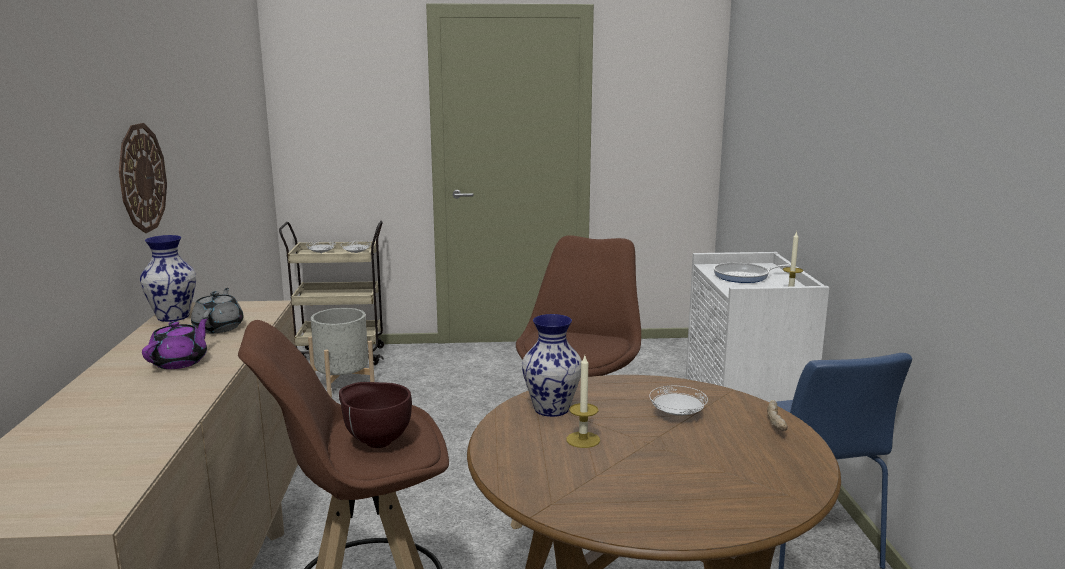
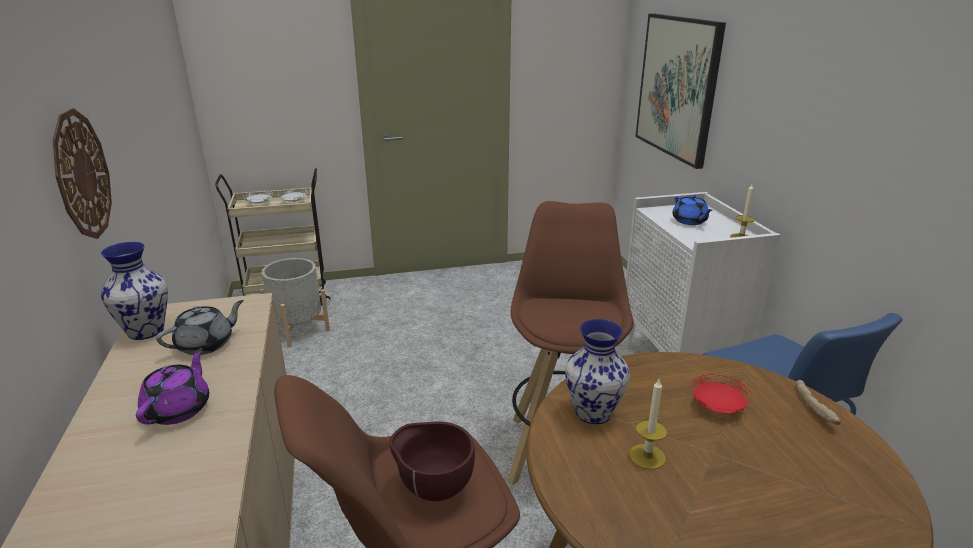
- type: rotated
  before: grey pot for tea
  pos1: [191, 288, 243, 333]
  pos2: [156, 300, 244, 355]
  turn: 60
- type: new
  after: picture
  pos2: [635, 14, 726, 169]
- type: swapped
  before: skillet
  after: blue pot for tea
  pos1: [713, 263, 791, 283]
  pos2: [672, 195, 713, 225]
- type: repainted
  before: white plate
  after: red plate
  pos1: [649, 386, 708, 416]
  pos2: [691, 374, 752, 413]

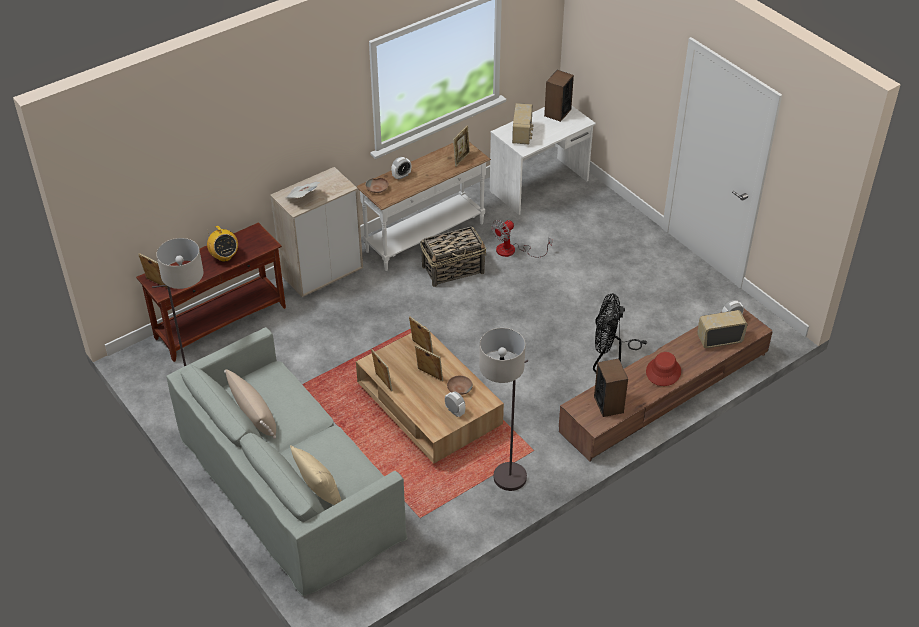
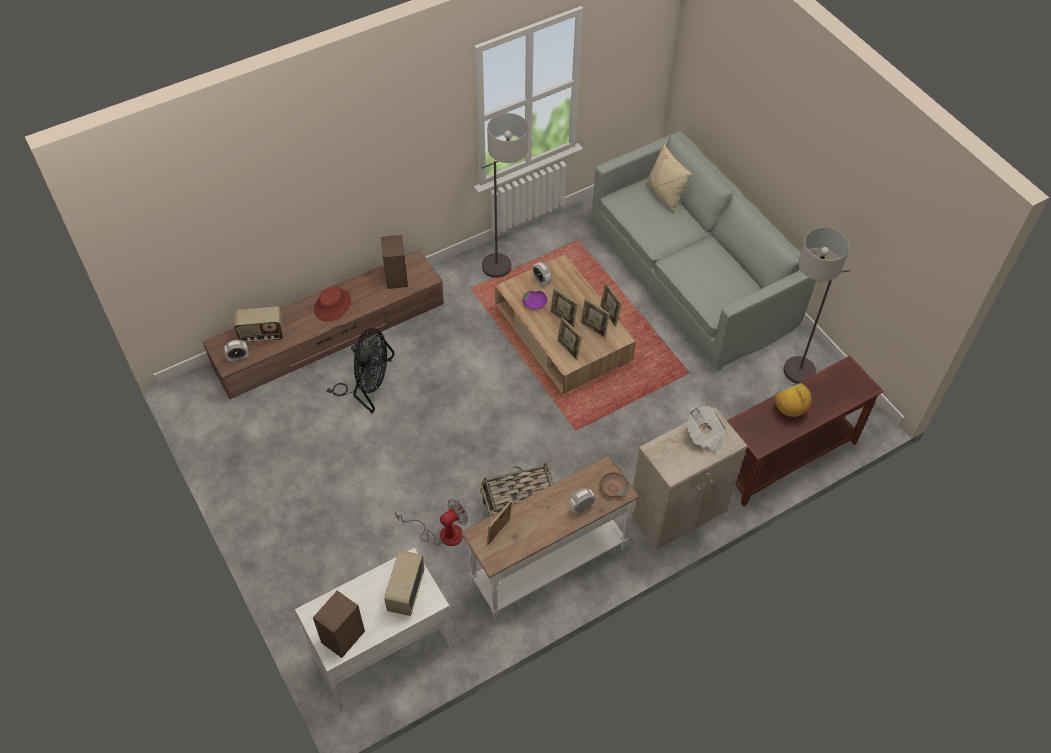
- type: repainted
  before: brownish deep dish
  after: purplish deep dish
  pos1: [447, 376, 473, 395]
  pos2: [522, 291, 547, 310]
- type: shifted
  before: picture frame
  pos1: [138, 253, 168, 289]
  pos2: [580, 298, 610, 338]
- type: gone
  before: beige-coloured pillow
  pos1: [224, 369, 276, 439]

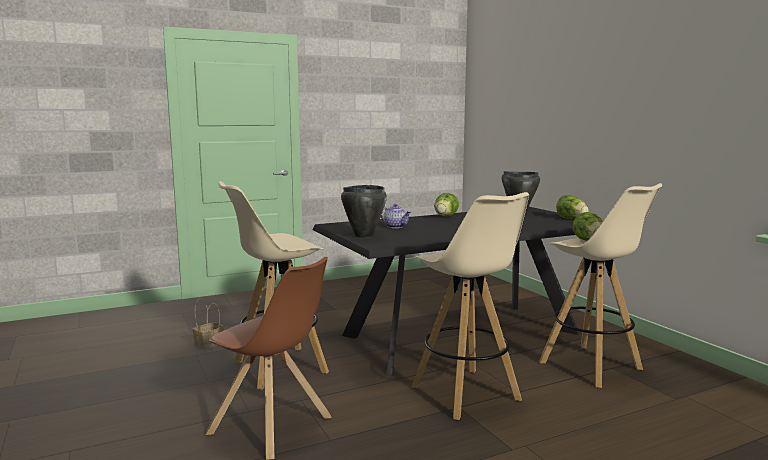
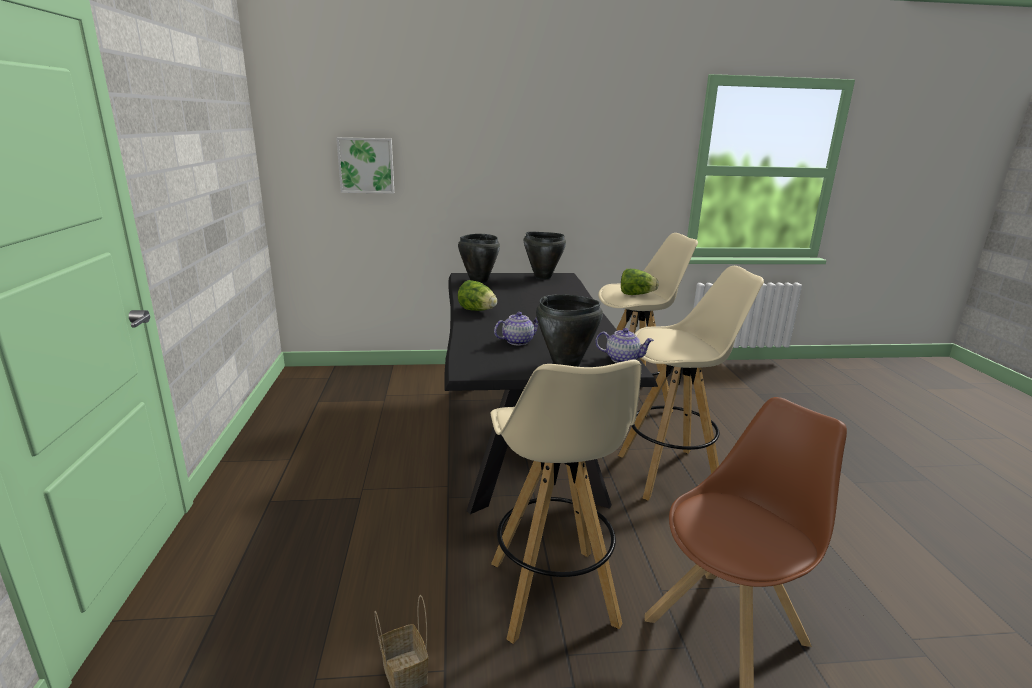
- type: new
  after: picture
  pos2: [336, 137, 394, 194]
- type: swapped
  before: head of lettuce
  after: black-coloured cooking pot
  pos1: [556, 195, 589, 219]
  pos2: [524, 232, 566, 280]
- type: new
  after: pot for tea
  pos2: [596, 328, 654, 363]

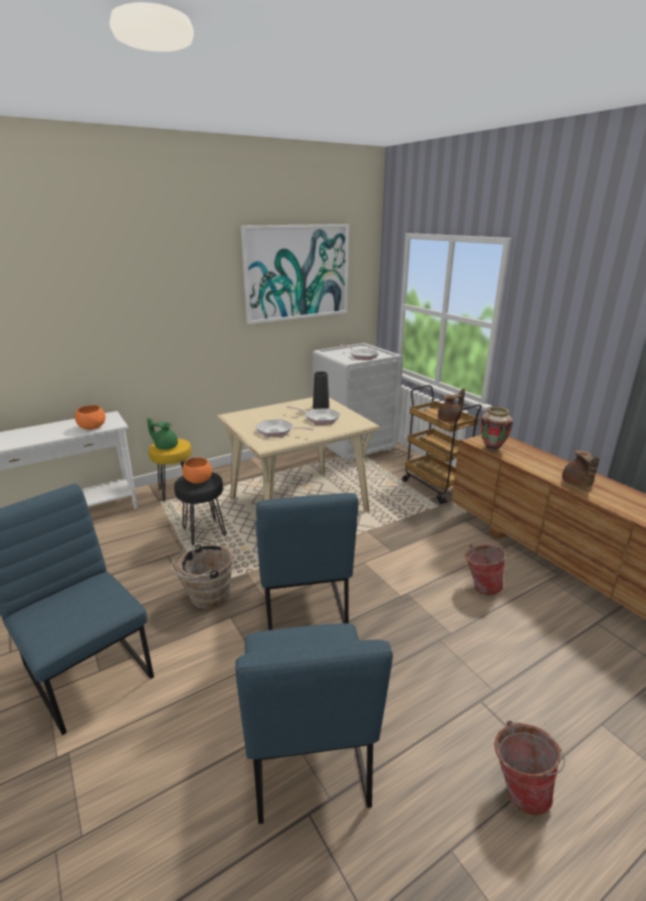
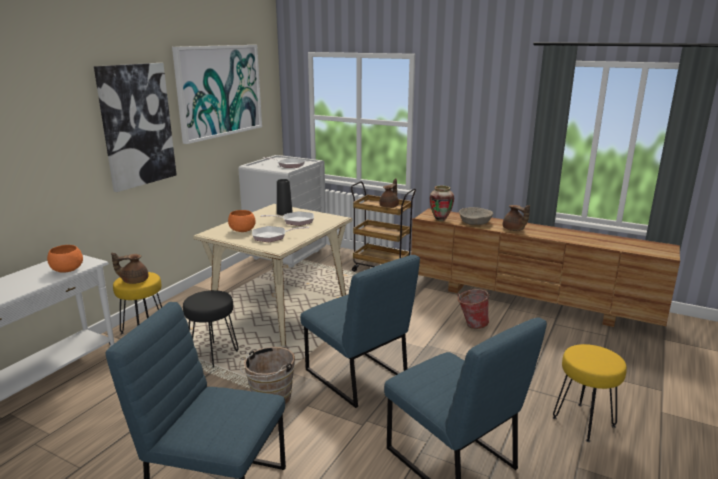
- type: new
  after: picture
  pos2: [94, 63, 177, 192]
- type: repainted
  before: green pot for tea
  after: brownish pot for tea
  pos1: [147, 418, 178, 450]
  pos2: [111, 252, 148, 284]
- type: shifted
  before: orangey deep dish
  pos1: [182, 457, 212, 484]
  pos2: [228, 210, 256, 232]
- type: new
  after: beige-coloured deep dish
  pos2: [459, 207, 493, 225]
- type: swapped
  before: pail
  after: yellow stool seat
  pos1: [494, 721, 565, 816]
  pos2: [553, 344, 627, 442]

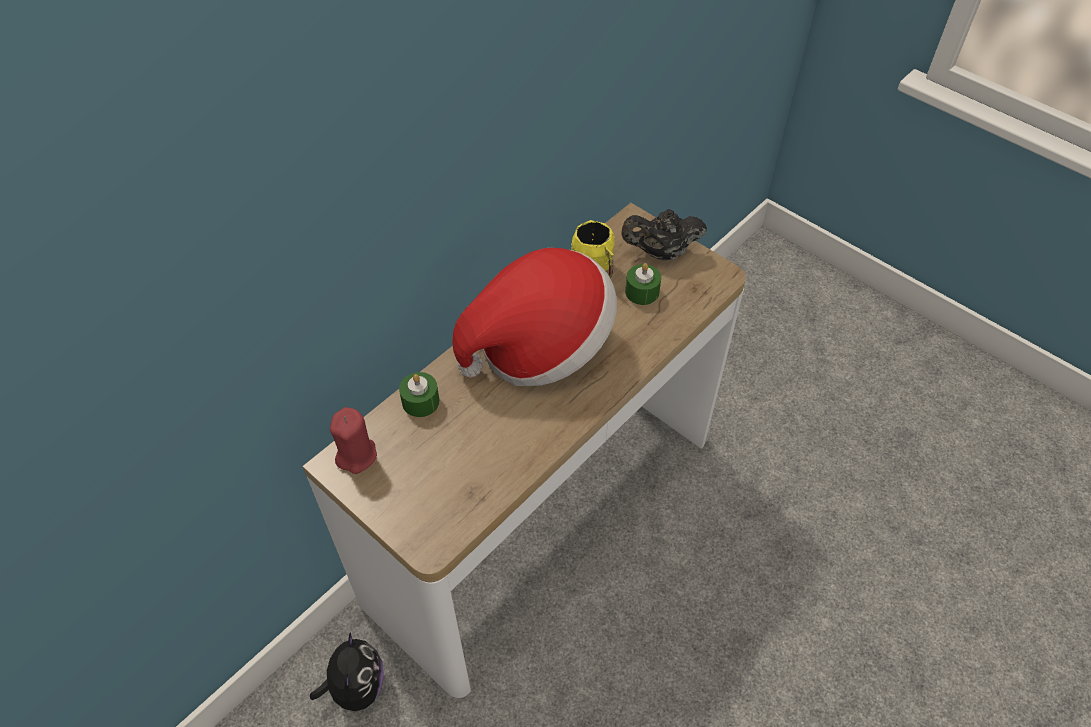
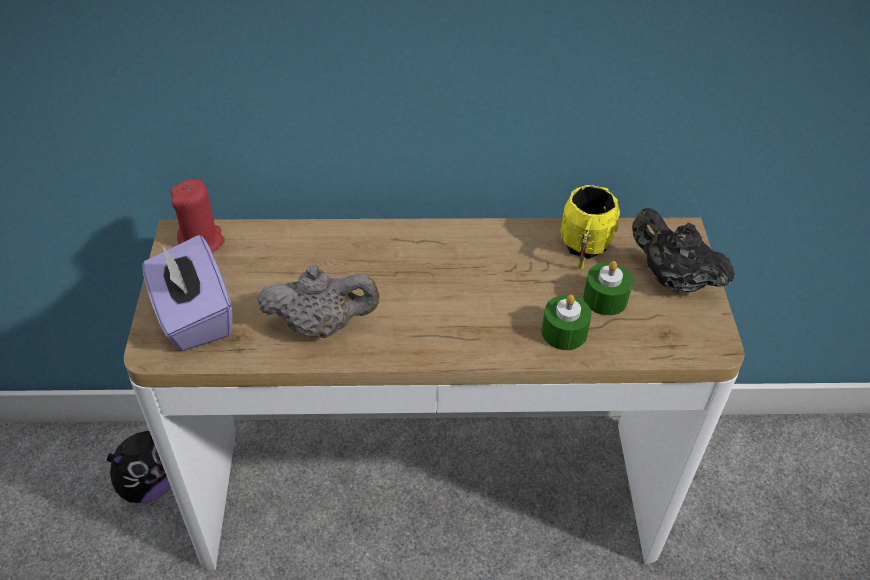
- type: new
  after: purplish tissue box
  pos2: [142, 235, 233, 351]
- type: new
  after: grey pot for tea
  pos2: [257, 265, 380, 338]
- type: shifted
  before: green wax candle
  pos1: [399, 372, 440, 417]
  pos2: [541, 295, 592, 350]
- type: gone
  before: hat
  pos1: [452, 248, 617, 386]

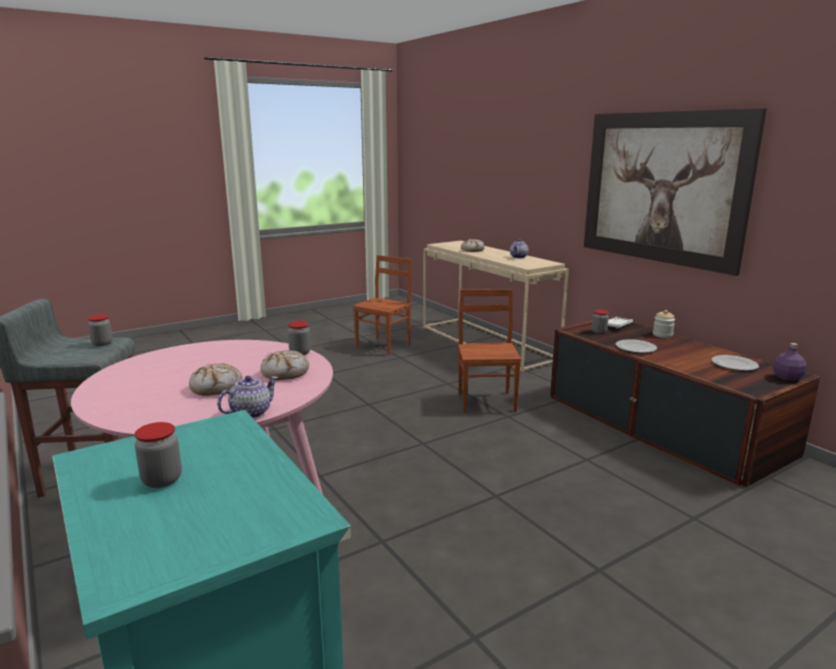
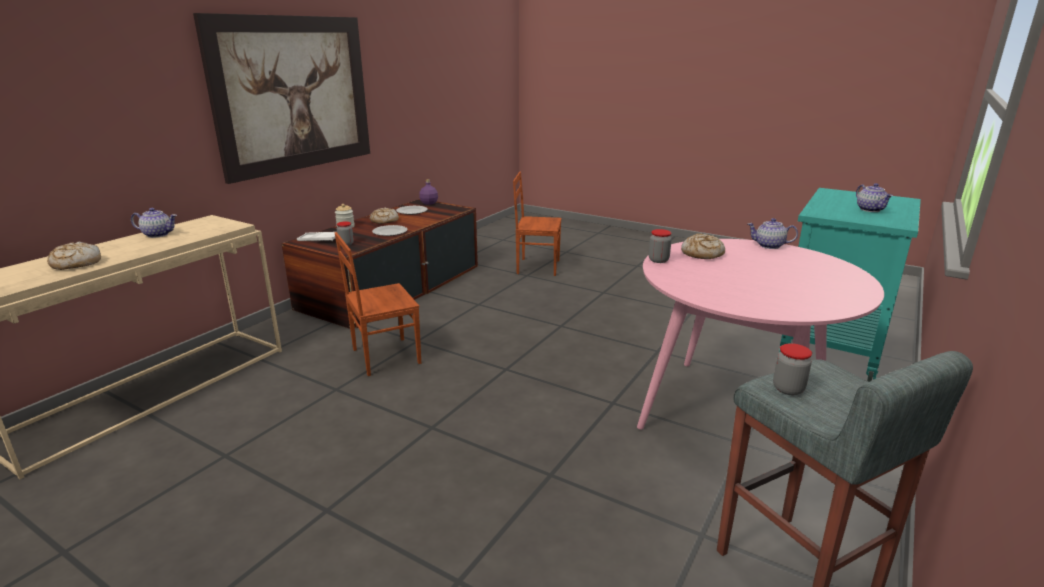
- type: shifted
  before: bread
  pos1: [189, 363, 243, 396]
  pos2: [370, 207, 399, 224]
- type: shifted
  before: brownish plain chair
  pos1: [353, 255, 411, 355]
  pos2: [513, 171, 562, 276]
- type: swapped
  before: jar
  after: pot for tea
  pos1: [134, 422, 182, 488]
  pos2: [856, 183, 893, 212]

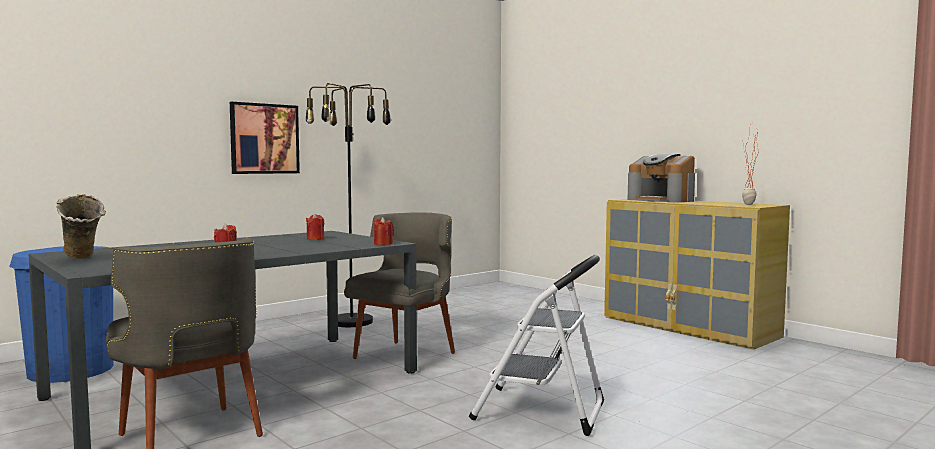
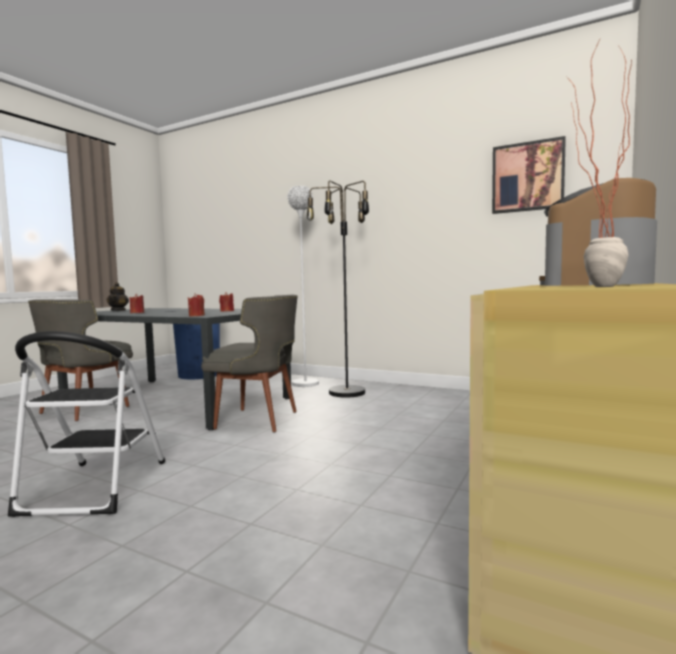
- type: swapped
  before: beige-coloured decorative vase
  after: pot for tea
  pos1: [56, 194, 106, 259]
  pos2: [107, 282, 129, 311]
- type: new
  after: white standing lamp
  pos2: [288, 185, 319, 387]
- type: shifted
  before: picture
  pos1: [230, 102, 300, 174]
  pos2: [492, 136, 566, 214]

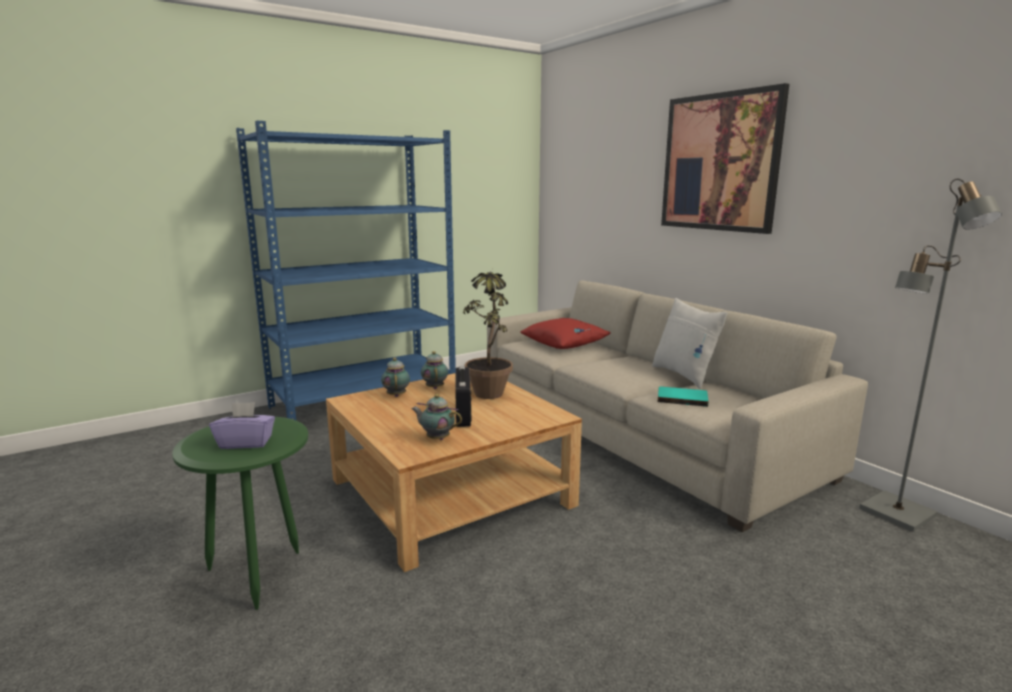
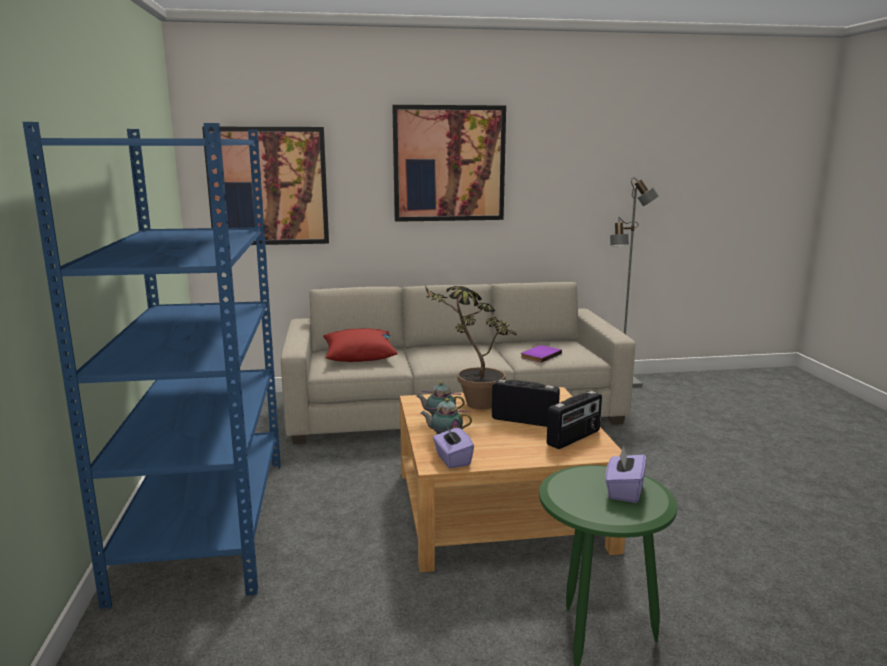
- type: new
  after: picture
  pos2: [202, 127, 329, 245]
- type: new
  after: purplish tissue box
  pos2: [433, 425, 474, 468]
- type: repainted
  before: turquoise book
  after: purplish book
  pos1: [658, 386, 709, 407]
  pos2: [521, 345, 562, 363]
- type: swapped
  before: pot for tea
  after: radio receiver
  pos1: [411, 394, 462, 440]
  pos2: [547, 391, 602, 449]
- type: gone
  before: grey pillow
  pos1: [652, 298, 727, 389]

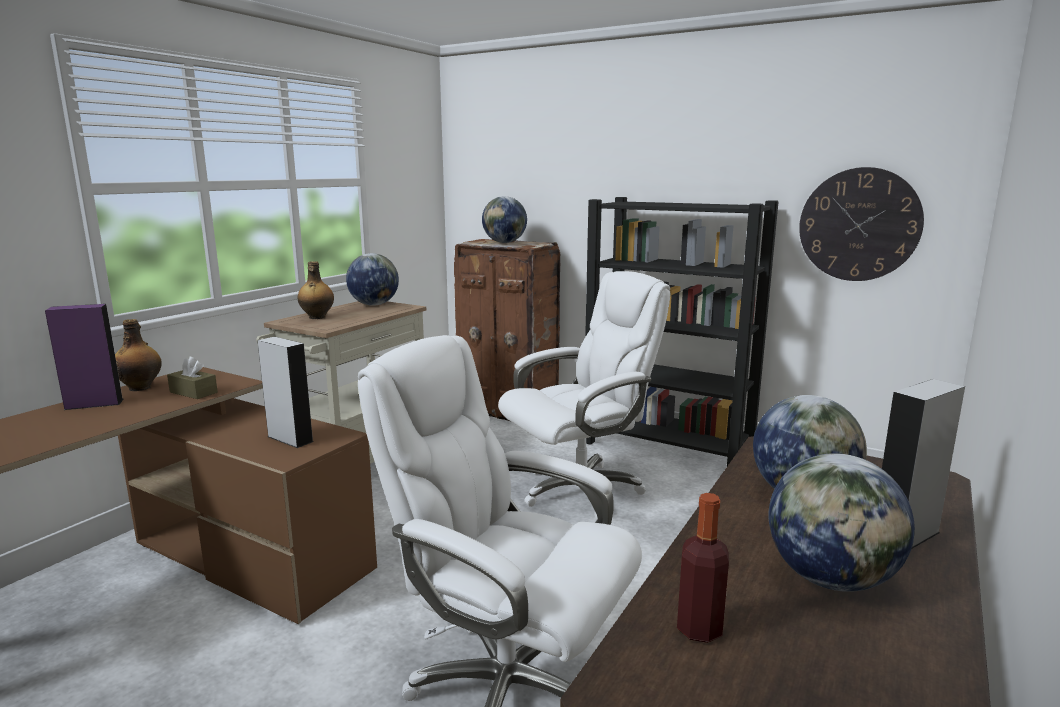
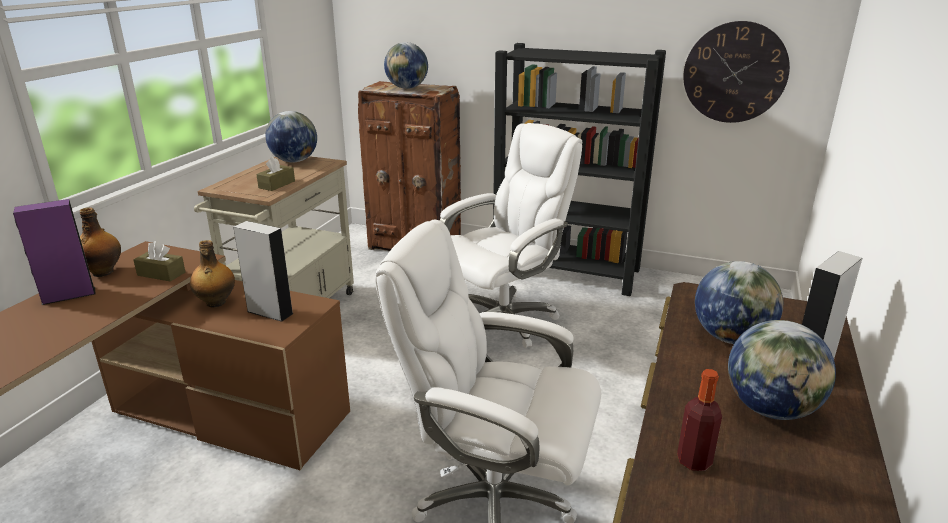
- type: shifted
  before: beverage bottle
  pos1: [297, 261, 334, 319]
  pos2: [190, 240, 235, 308]
- type: new
  after: brownish tissue box
  pos2: [256, 156, 295, 191]

